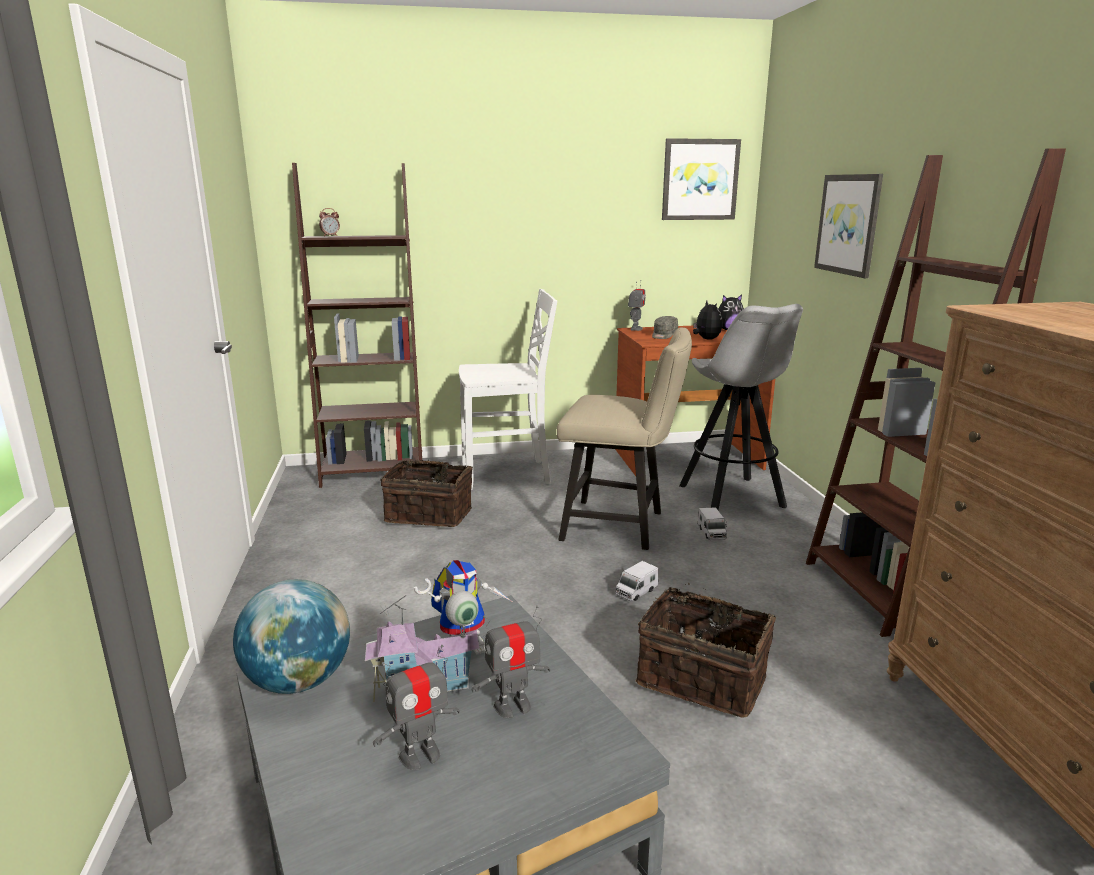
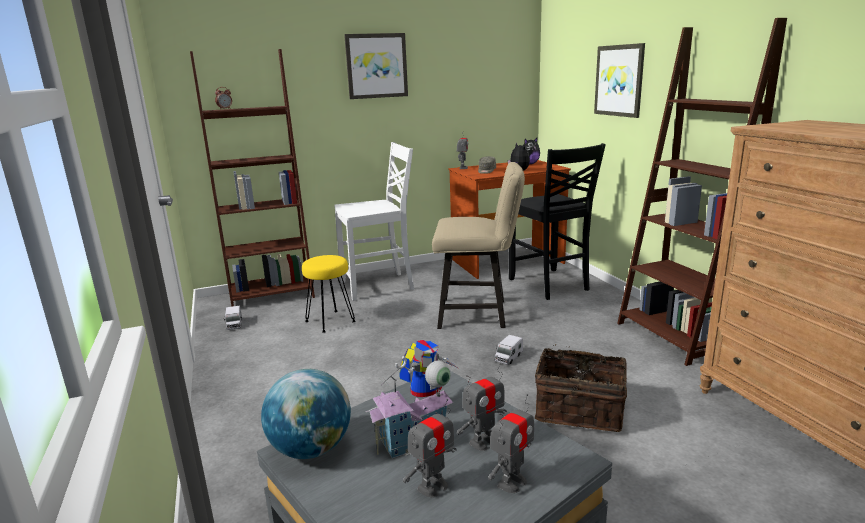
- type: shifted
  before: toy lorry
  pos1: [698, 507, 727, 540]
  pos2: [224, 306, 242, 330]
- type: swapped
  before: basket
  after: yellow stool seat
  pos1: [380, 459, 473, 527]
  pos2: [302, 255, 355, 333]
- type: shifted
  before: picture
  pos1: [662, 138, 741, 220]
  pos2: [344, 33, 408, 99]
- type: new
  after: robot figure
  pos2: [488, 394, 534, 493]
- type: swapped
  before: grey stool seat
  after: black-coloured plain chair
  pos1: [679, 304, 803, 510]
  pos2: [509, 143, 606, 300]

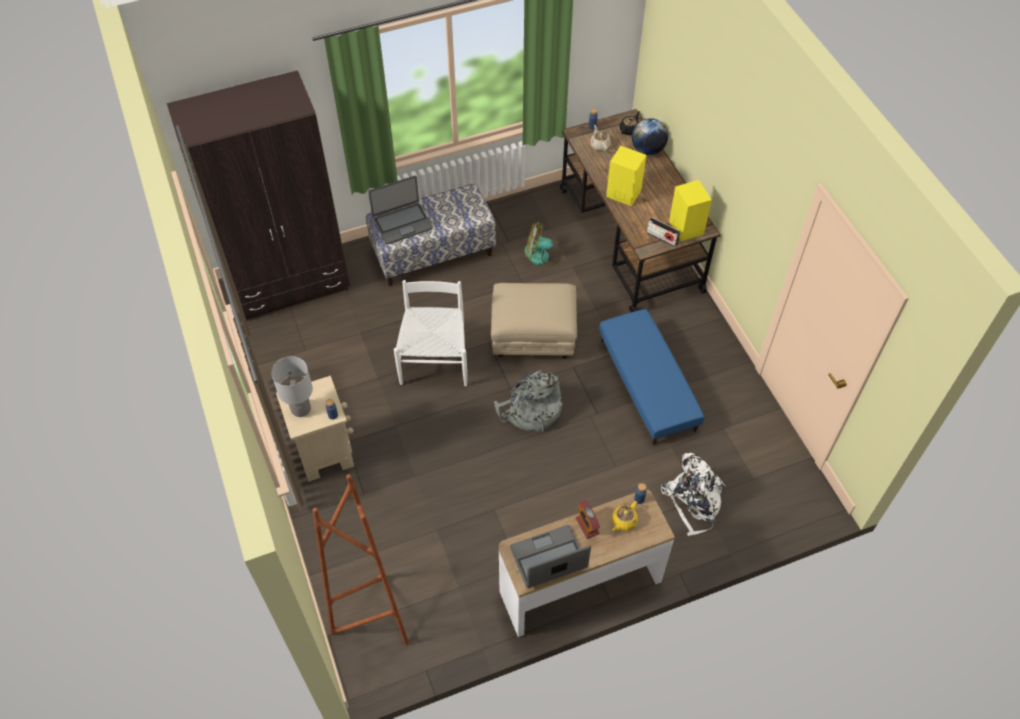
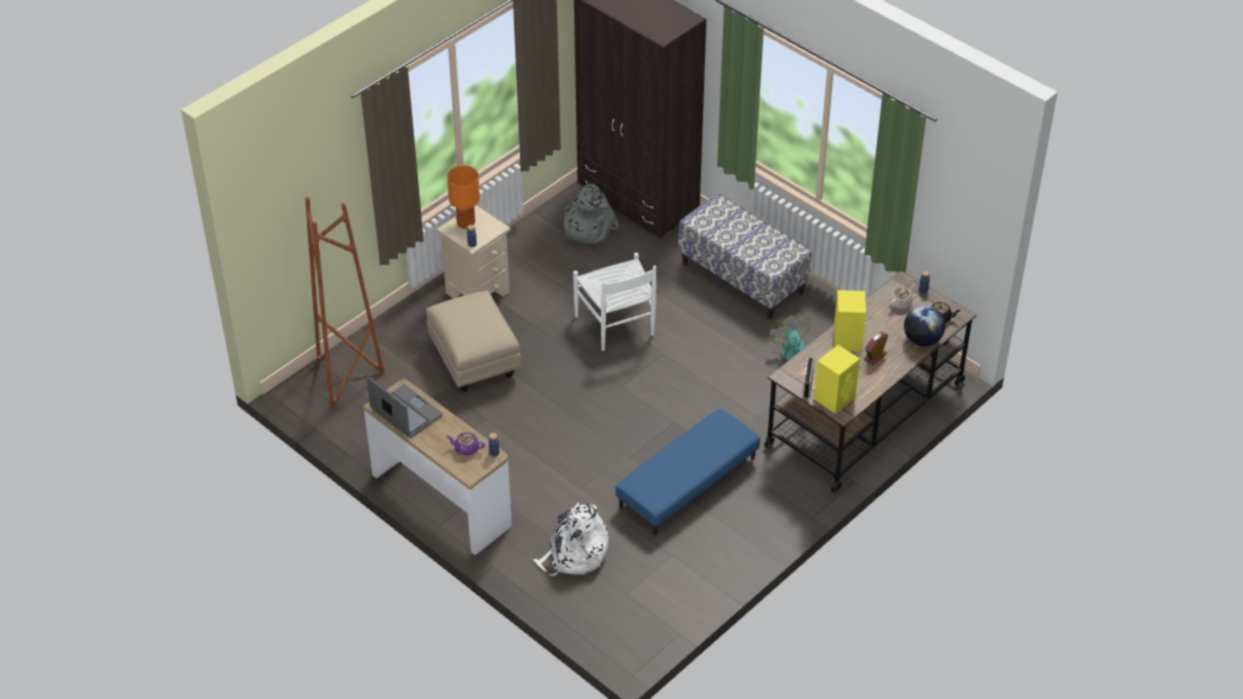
- type: shifted
  before: beige-coloured footrest
  pos1: [491, 283, 577, 358]
  pos2: [426, 291, 522, 391]
- type: repainted
  before: yellow pot for tea
  after: purplish pot for tea
  pos1: [612, 501, 638, 531]
  pos2: [446, 432, 485, 456]
- type: repainted
  before: grey lamp for a table
  after: orangey lamp for a table
  pos1: [271, 356, 313, 417]
  pos2: [447, 166, 480, 229]
- type: shifted
  before: grey knapsack
  pos1: [494, 370, 562, 432]
  pos2: [563, 184, 619, 244]
- type: rotated
  before: white plain chair
  pos1: [394, 280, 467, 386]
  pos2: [573, 253, 656, 351]
  turn: 90
- type: shifted
  before: bedside clock
  pos1: [576, 500, 600, 539]
  pos2: [864, 332, 888, 365]
- type: gone
  before: laptop
  pos1: [368, 176, 433, 245]

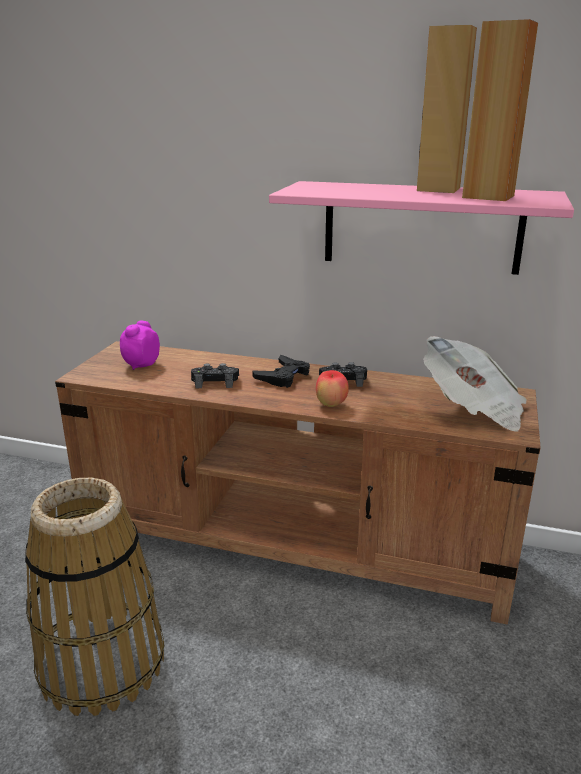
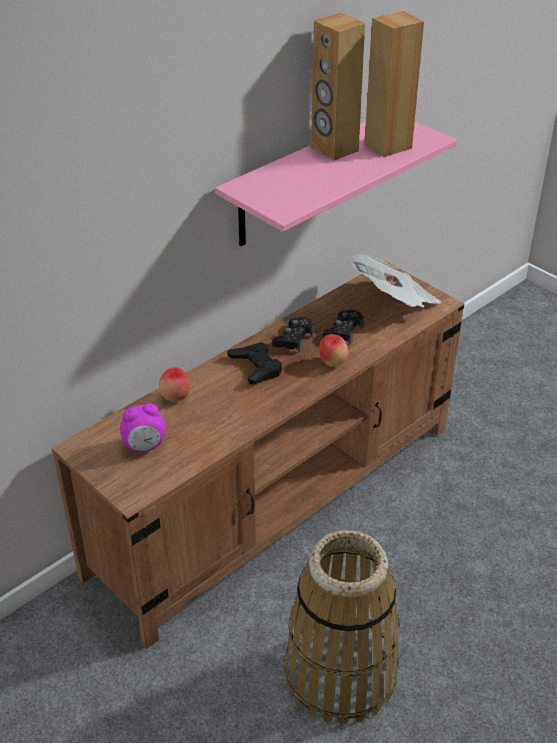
- type: rotated
  before: bedside clock
  pos1: [120, 321, 160, 370]
  pos2: [120, 403, 166, 452]
  turn: -75
- type: new
  after: apple
  pos2: [159, 368, 190, 402]
- type: shifted
  before: black-coloured joypad
  pos1: [191, 363, 239, 388]
  pos2: [322, 310, 364, 344]

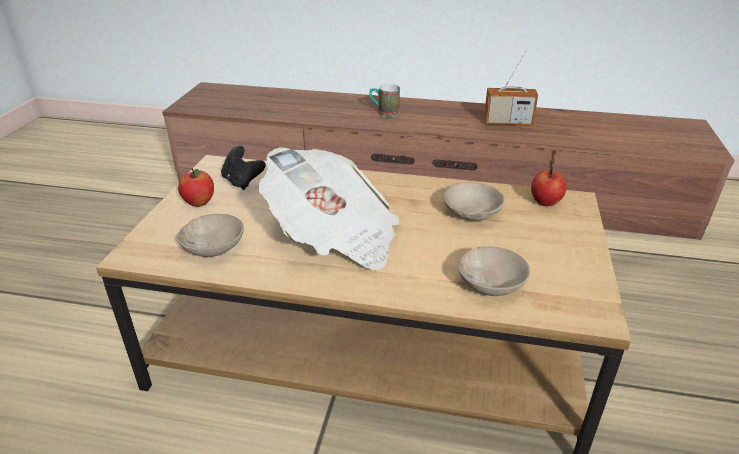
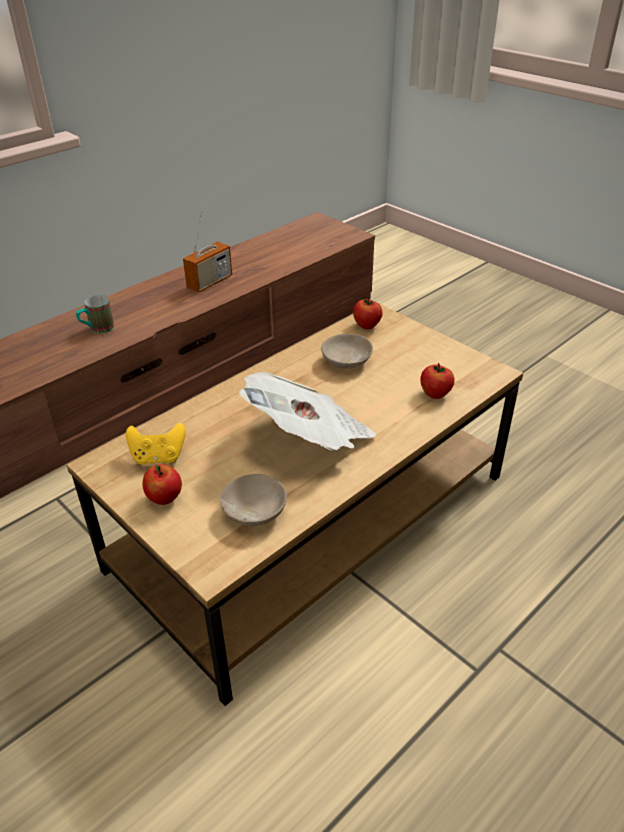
- type: repainted
  before: black-coloured joypad
  after: yellow joypad
  pos1: [221, 146, 266, 190]
  pos2: [126, 423, 186, 465]
- type: swapped
  before: beige-coloured deep dish
  after: apple
  pos1: [458, 246, 530, 296]
  pos2: [420, 363, 455, 399]

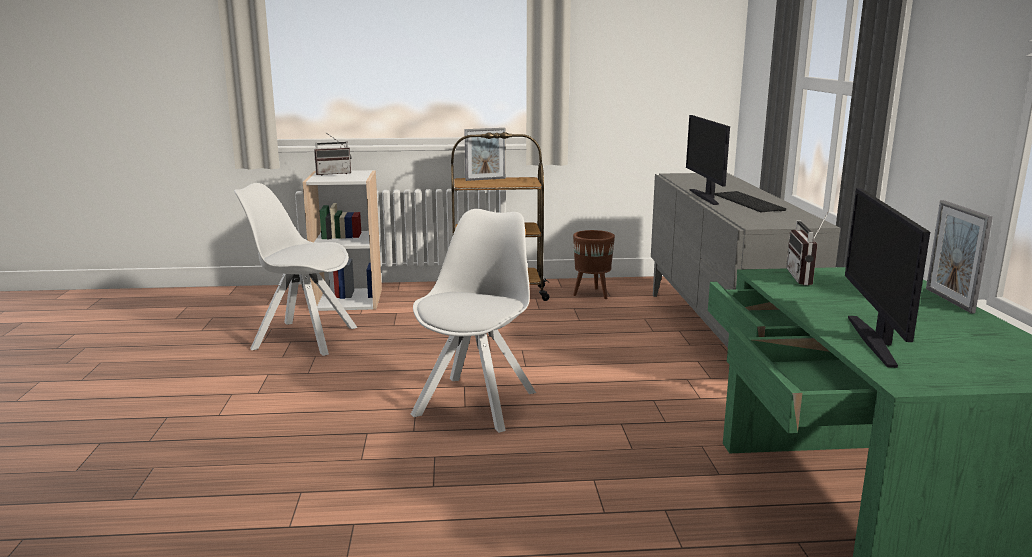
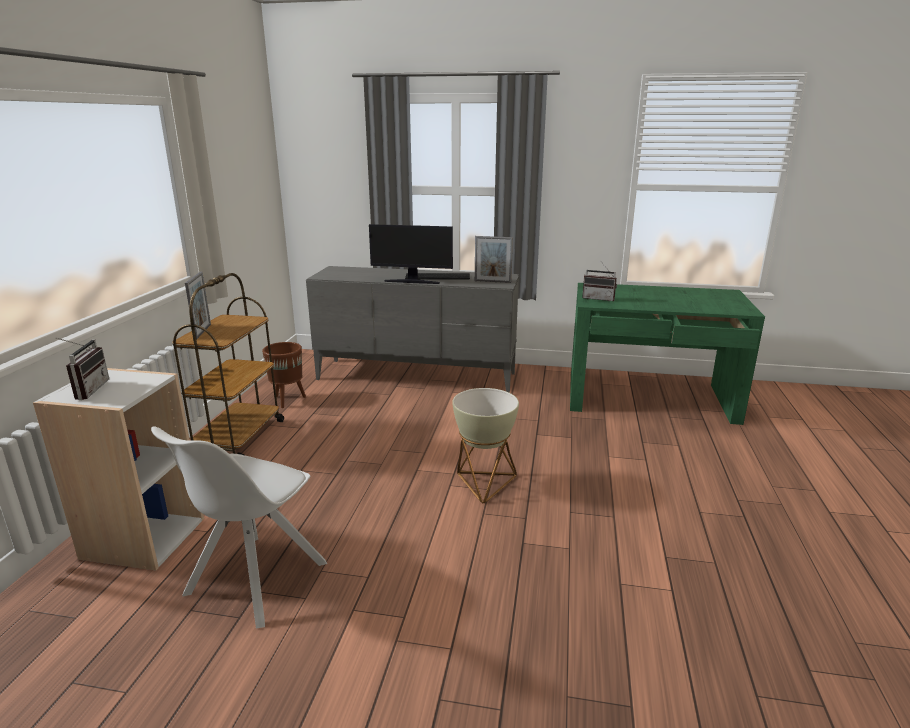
- type: swapped
  before: white plain chair
  after: flower pot
  pos1: [411, 209, 536, 433]
  pos2: [452, 388, 519, 503]
- type: shifted
  before: picture frame
  pos1: [926, 200, 993, 313]
  pos2: [475, 236, 513, 283]
- type: gone
  before: computer display
  pos1: [845, 188, 930, 368]

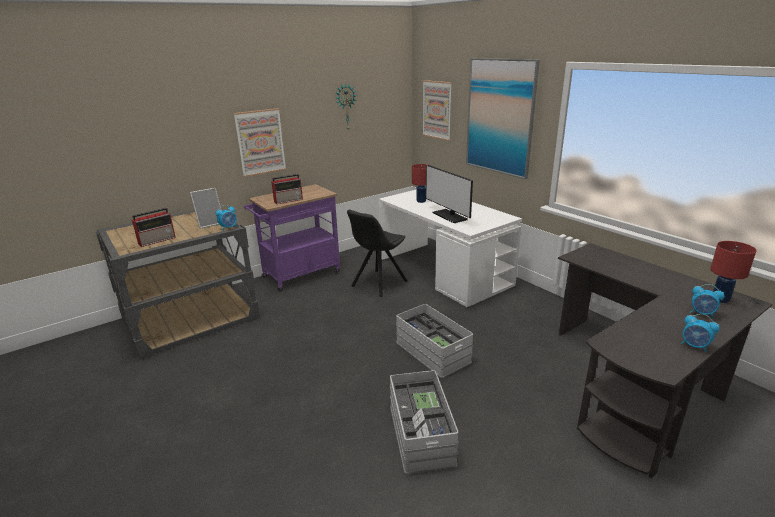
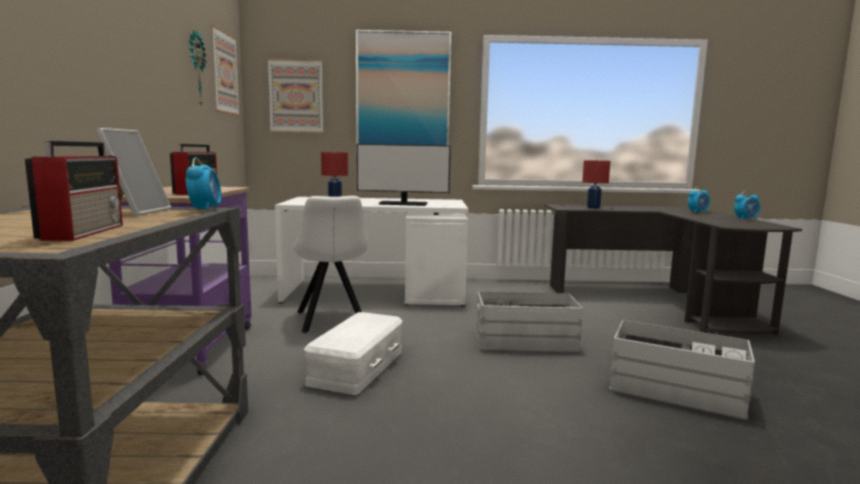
- type: shifted
  before: picture
  pos1: [234, 108, 286, 177]
  pos2: [211, 25, 241, 116]
- type: repainted
  before: black-coloured plain chair
  after: white plain chair
  pos1: [347, 210, 407, 297]
  pos2: [293, 196, 368, 333]
- type: new
  after: white storage container
  pos2: [304, 312, 403, 395]
- type: shifted
  before: red lamp for a table
  pos1: [710, 241, 757, 303]
  pos2: [582, 160, 610, 209]

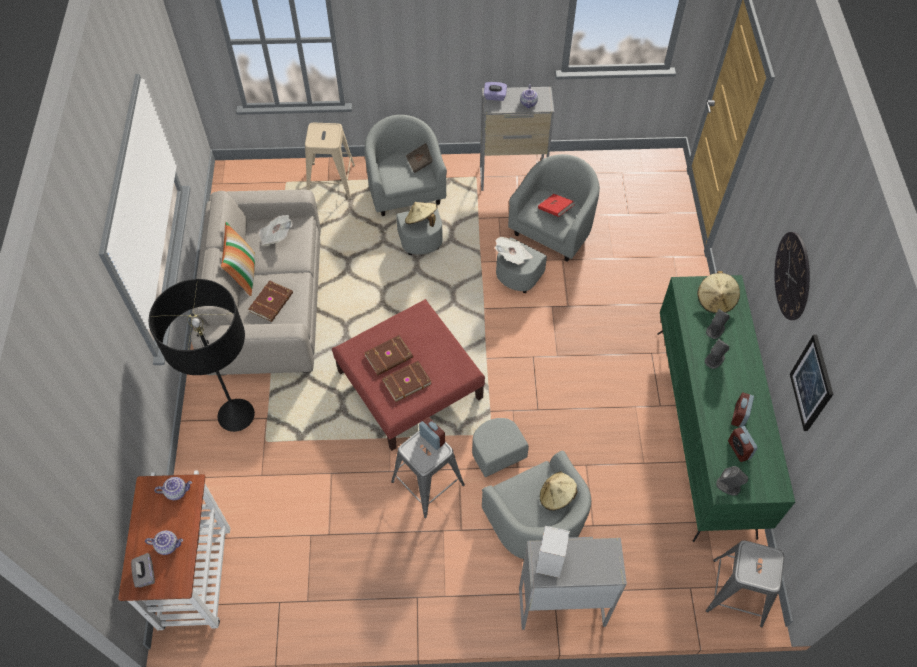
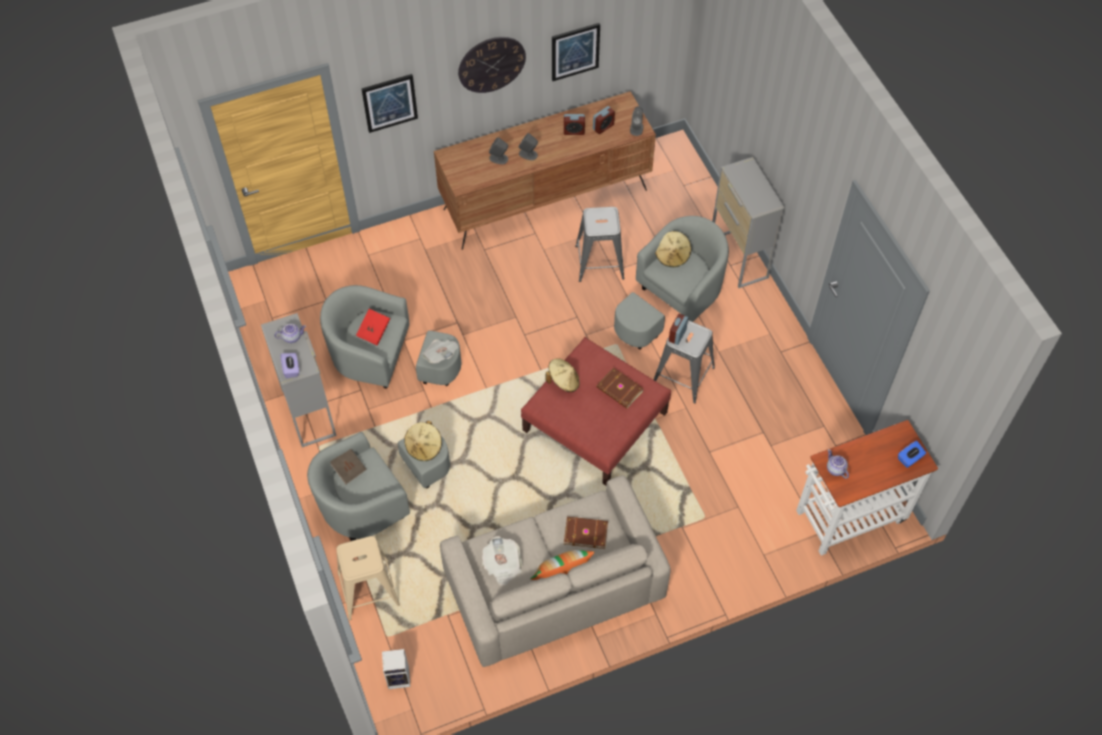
- type: new
  after: picture
  pos2: [361, 74, 418, 133]
- type: shifted
  before: audio speaker
  pos1: [536, 526, 570, 578]
  pos2: [382, 649, 410, 689]
- type: repainted
  before: green media console
  after: brownish media console
  pos1: [657, 275, 795, 542]
  pos2: [434, 91, 656, 250]
- type: shifted
  before: beige-coloured hat
  pos1: [697, 271, 740, 314]
  pos2: [545, 359, 580, 392]
- type: shifted
  before: grey stool seat
  pos1: [706, 540, 784, 627]
  pos2: [575, 207, 624, 282]
- type: repainted
  before: grey tissue box
  after: blue tissue box
  pos1: [131, 553, 155, 588]
  pos2: [898, 441, 926, 468]
- type: gone
  before: pot for tea
  pos1: [145, 530, 183, 555]
- type: gone
  before: black-coloured standing lamp
  pos1: [149, 279, 255, 432]
- type: gone
  before: brownish book
  pos1: [364, 335, 413, 375]

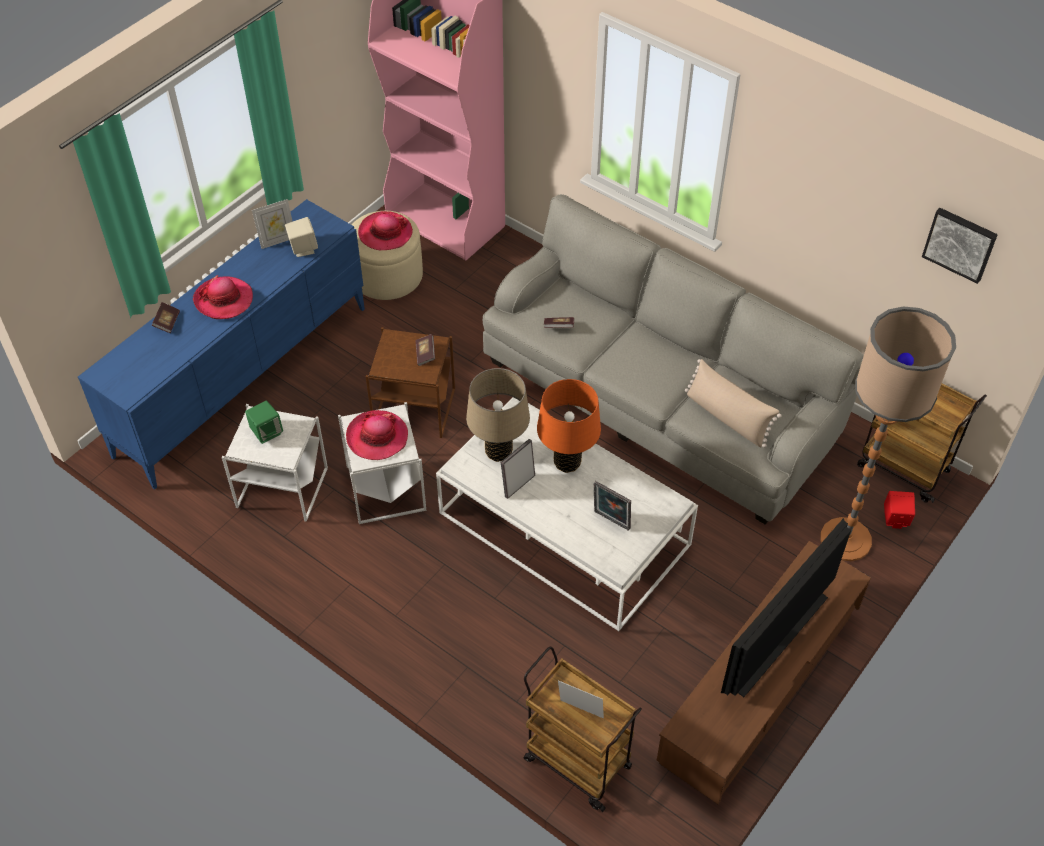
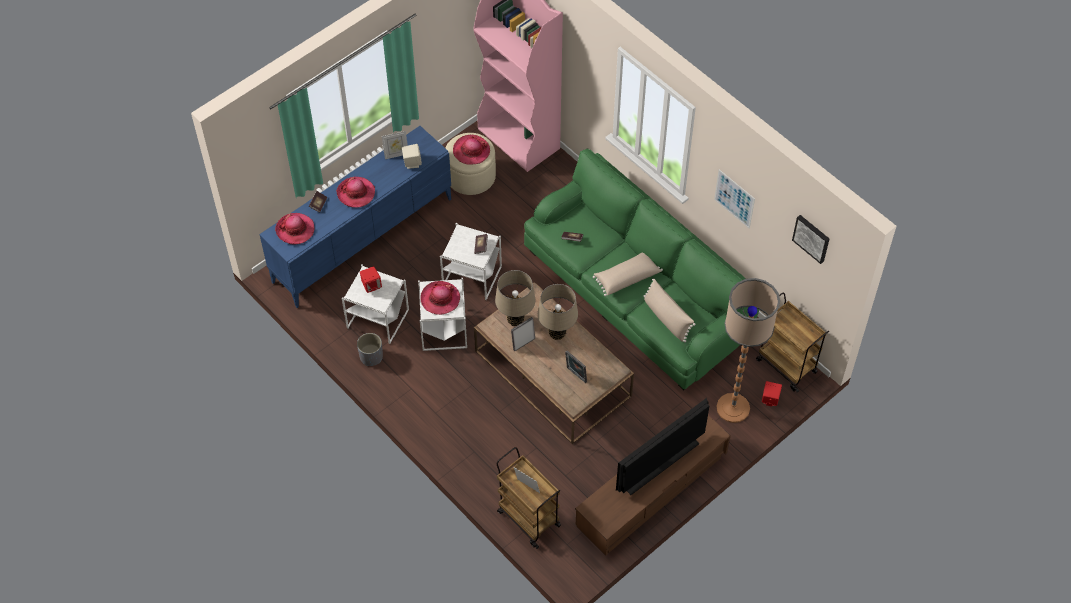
- type: new
  after: hat
  pos2: [275, 213, 314, 244]
- type: new
  after: grey flower pot
  pos2: [357, 333, 383, 366]
- type: repainted
  before: green audio speaker
  after: red audio speaker
  pos1: [245, 401, 283, 444]
  pos2: [360, 266, 382, 293]
- type: repainted
  before: brownish side table
  after: white side table
  pos1: [366, 327, 455, 438]
  pos2: [440, 223, 502, 300]
- type: repainted
  before: white lounge table
  after: brownish lounge table
  pos1: [436, 397, 698, 631]
  pos2: [474, 282, 634, 444]
- type: repainted
  before: grey settee
  after: green settee
  pos1: [483, 194, 864, 525]
  pos2: [524, 149, 759, 390]
- type: repainted
  before: orangey lamp for a table
  after: beige-coloured lamp for a table
  pos1: [537, 379, 601, 473]
  pos2: [538, 284, 578, 340]
- type: new
  after: beige-coloured pillow
  pos2: [593, 253, 663, 296]
- type: new
  after: picture
  pos2: [714, 170, 755, 228]

